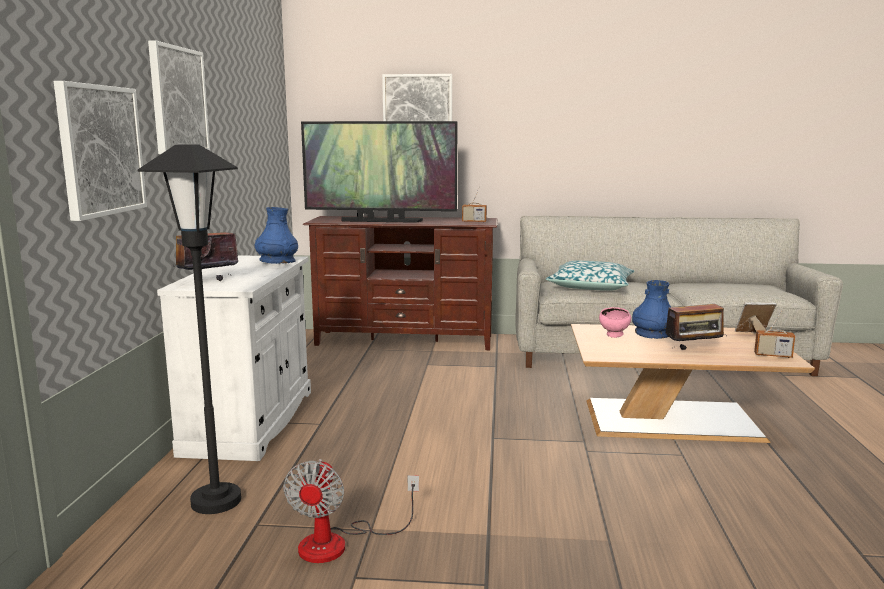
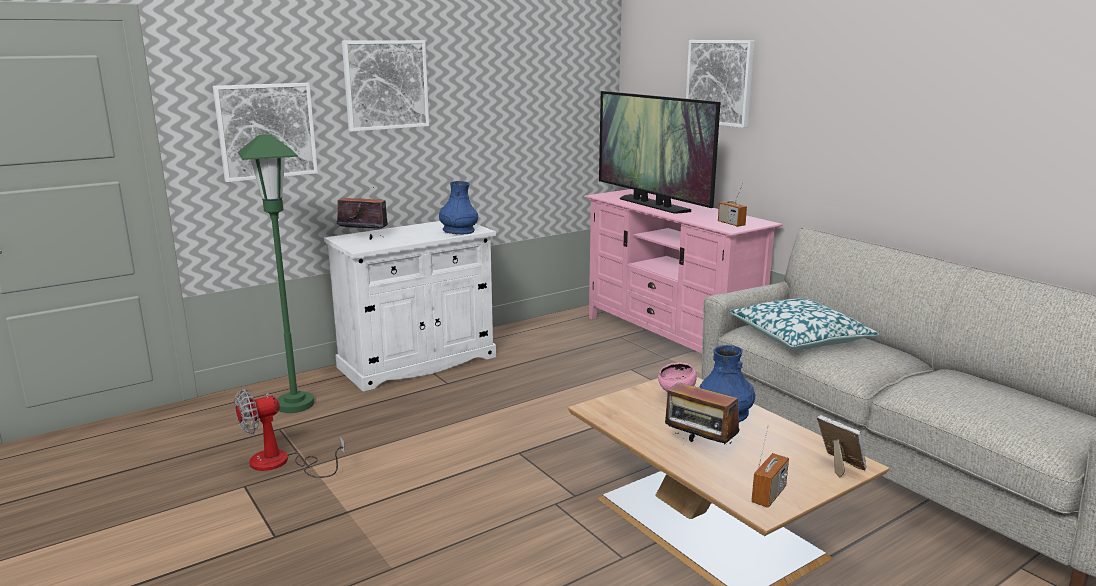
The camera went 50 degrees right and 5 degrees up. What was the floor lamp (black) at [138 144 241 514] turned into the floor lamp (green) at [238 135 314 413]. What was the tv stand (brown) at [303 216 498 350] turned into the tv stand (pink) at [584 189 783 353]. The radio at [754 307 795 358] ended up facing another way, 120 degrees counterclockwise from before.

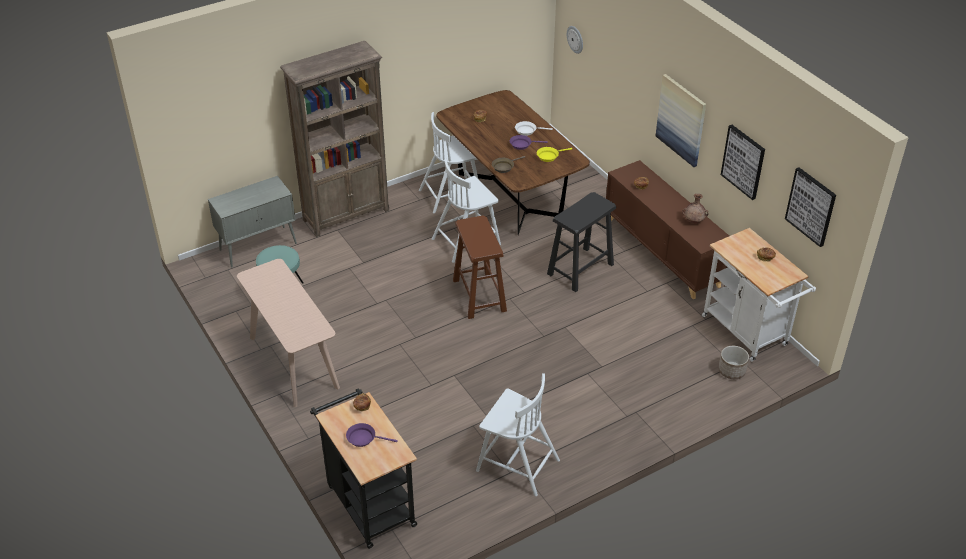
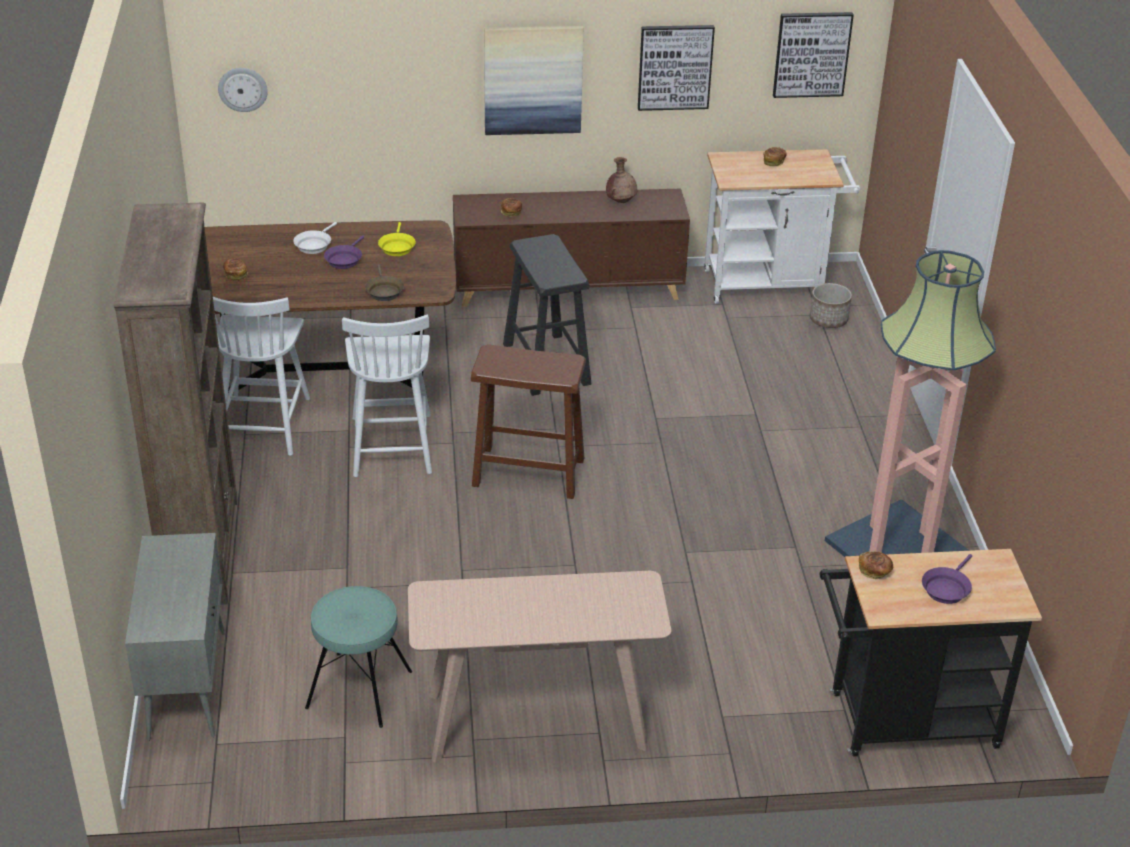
The camera went 65 degrees left and 5 degrees down. Where the chair (white) stood at [476 373 560 496], the floor lamp came to stand at [825 250 996 557].

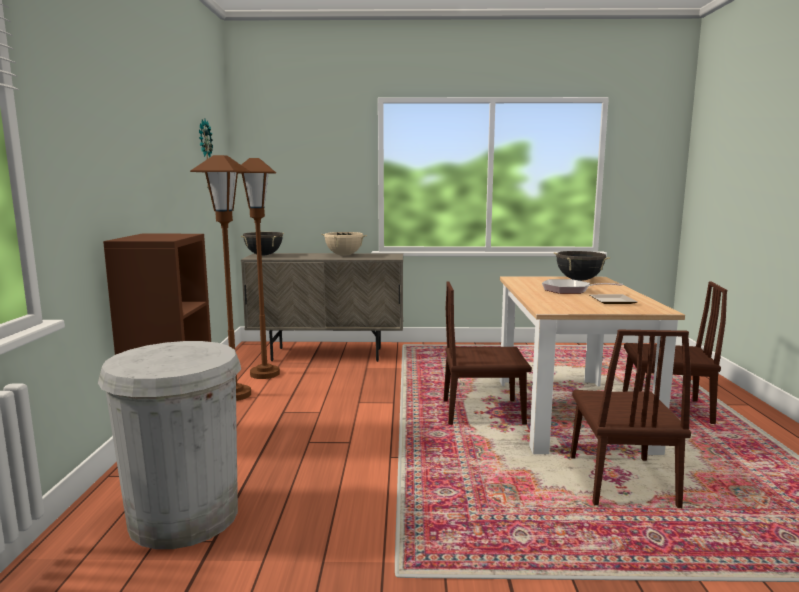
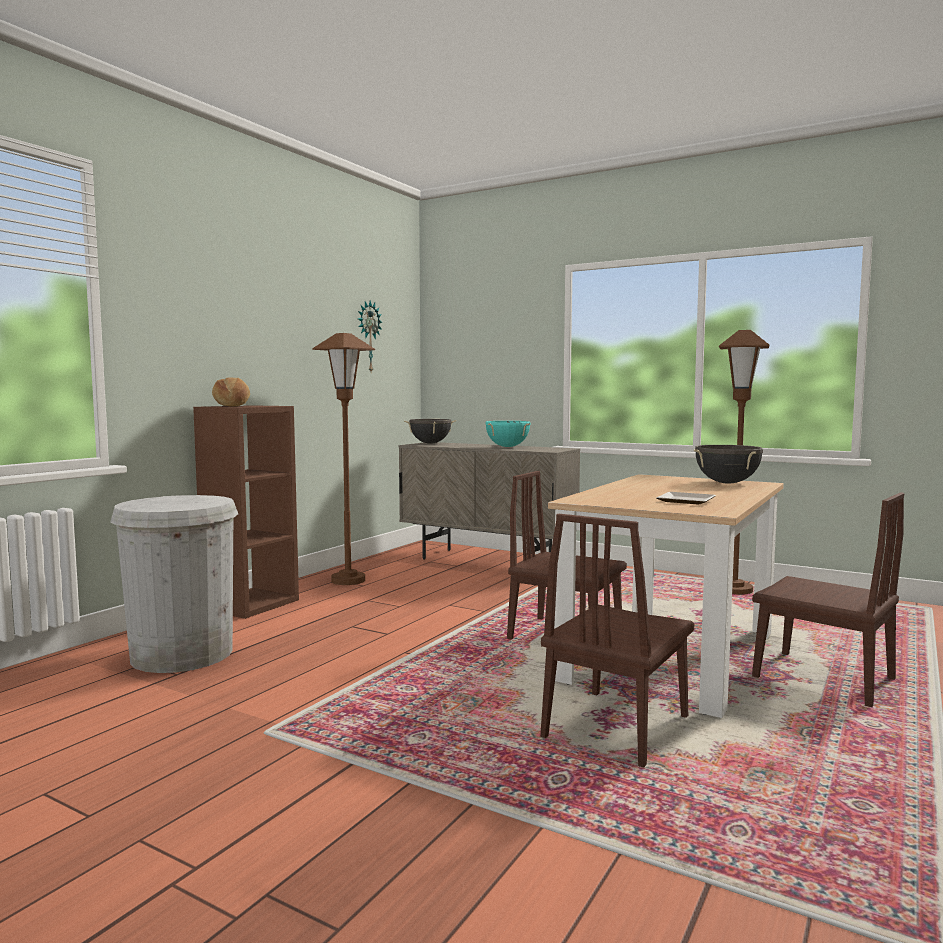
The camera went 30 degrees right and 5 degrees down. The floor lamp (brown) ended up elsewhere, having gone from [241 158 280 379] to [719 330 769 594]. What was the cooking pot (beige) at [321 232 367 256] turned into the cooking pot (turquoise) at [485 421 531 447]. The second view lost the frying pan at [542 279 623 294]. The second view gained the bread at [212 378 250 407].

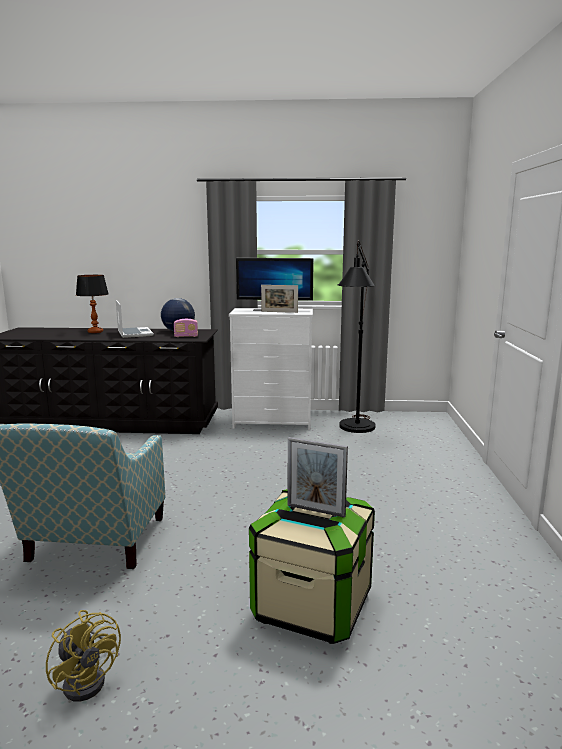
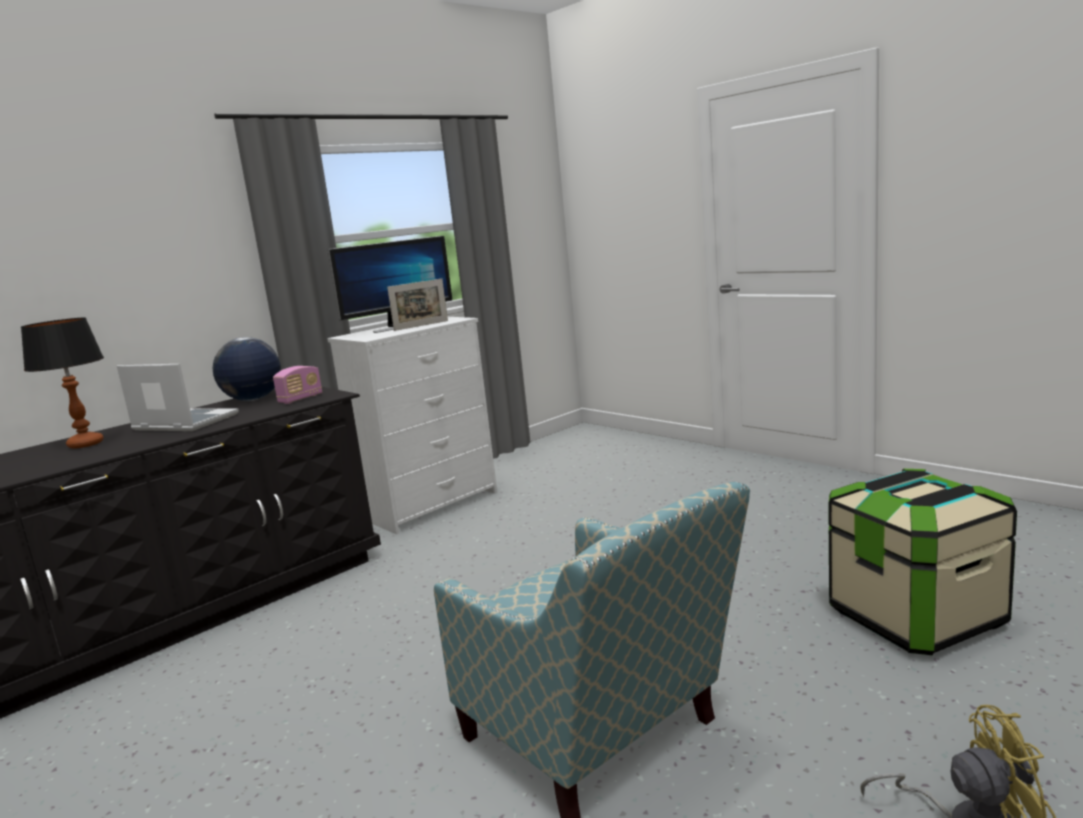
The camera went 45 degrees left and 0 degrees up. The second view lost the floor lamp (black) at [338 240 375 433]. The second view lost the picture frame at [287 437 348 518].

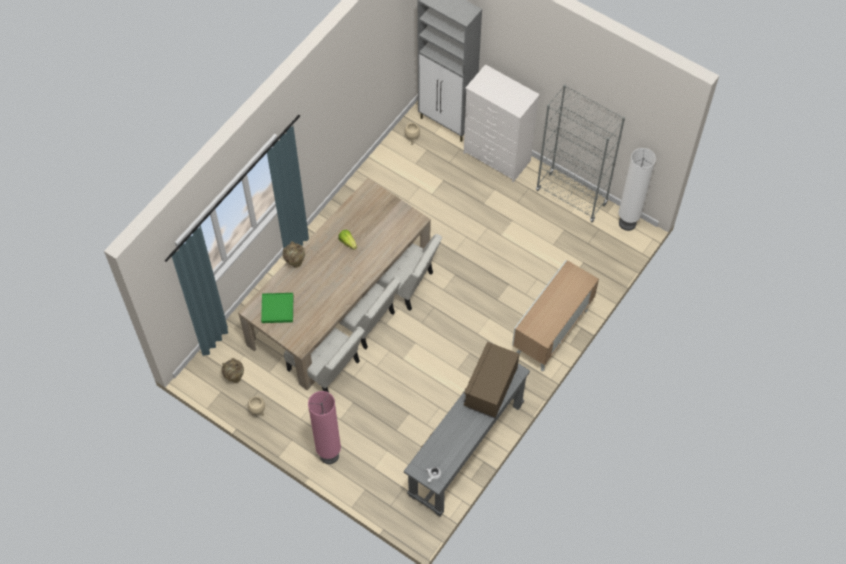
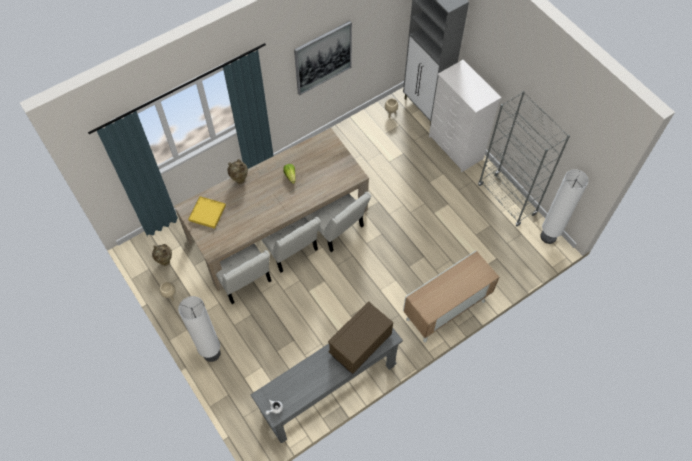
The camera went 20 degrees right and 0 degrees up. What was the tray (green) at [261 293 293 323] turned into the tray (yellow) at [188 196 226 229]. What was the floor lamp (pink) at [308 391 341 464] turned into the floor lamp (white) at [178 296 221 362]. The second view gained the picture at [294 21 352 95].

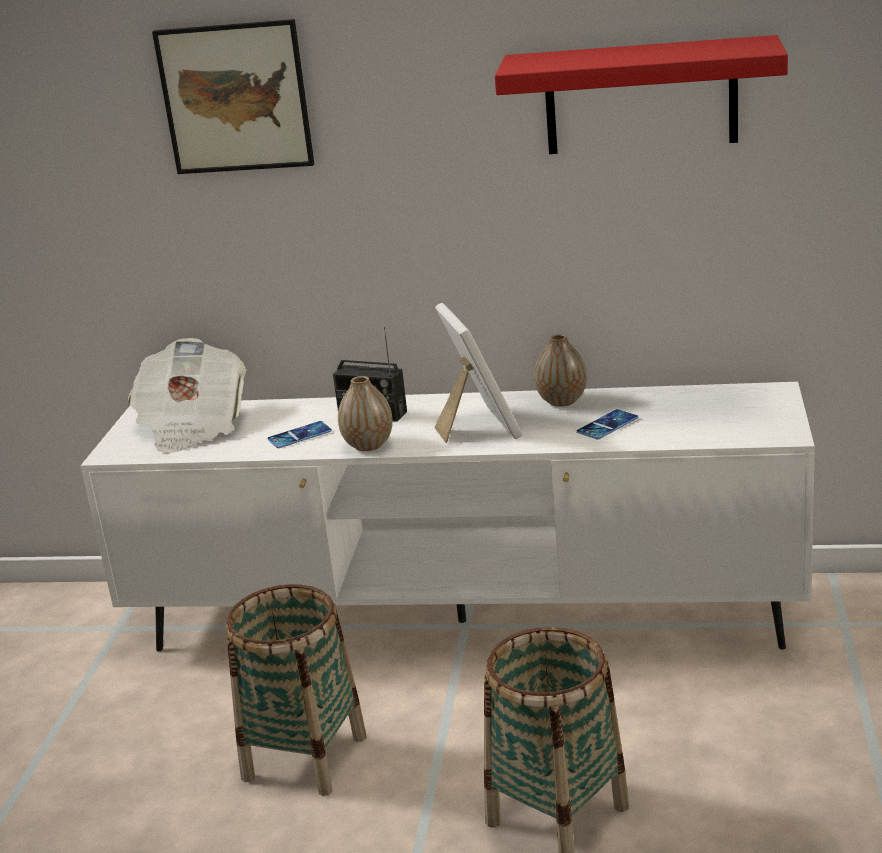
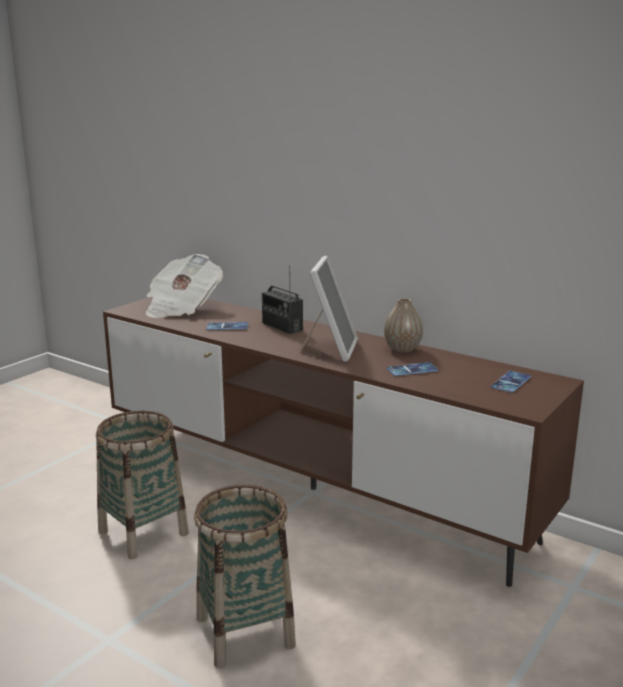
The camera went 25 degrees right and 5 degrees down. The second view lost the picture at [152 19 314 174]. The second view lost the shelf (red) at [495 35 788 154]. The second view lost the vase at [338 376 393 451]. What was the tv stand (white) at [81 382 815 651] turned into the tv stand (brown) at [103 297 584 587]. The second view gained the phone at [491 371 531 393].

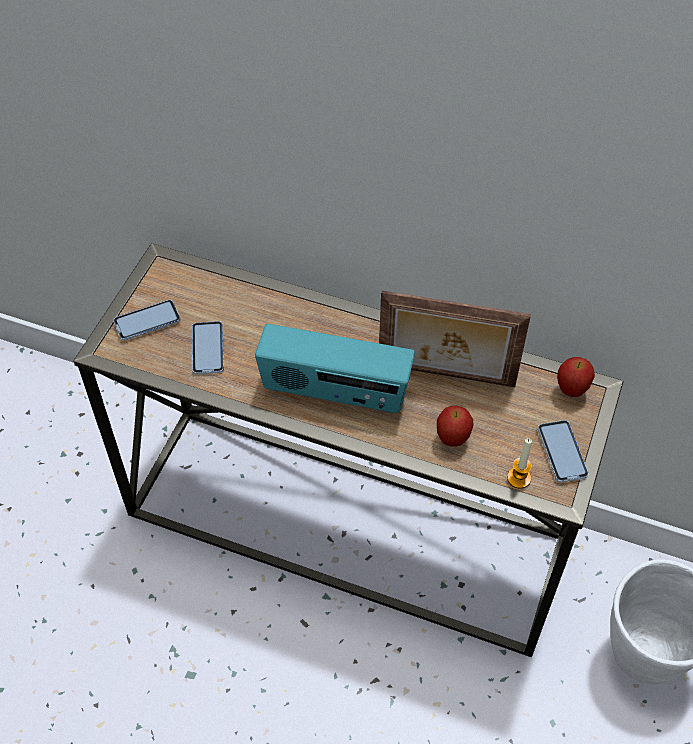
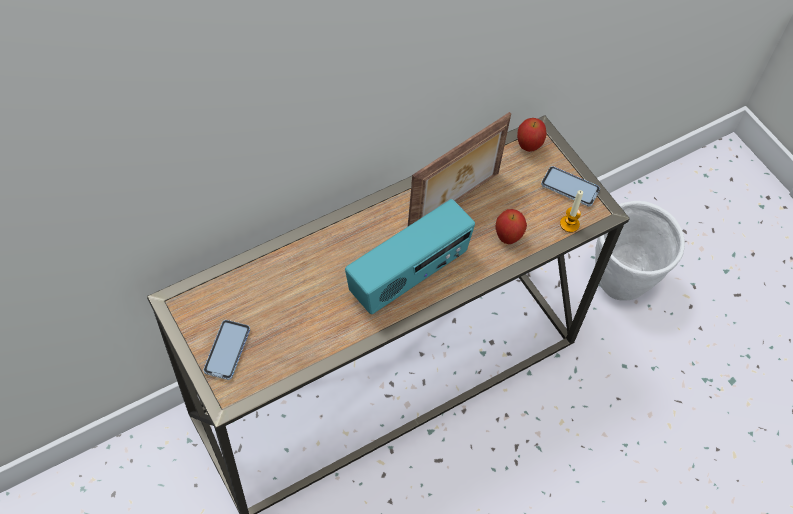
The camera went 55 degrees left and 5 degrees up. The second view lost the phone at [192 321 224 375].

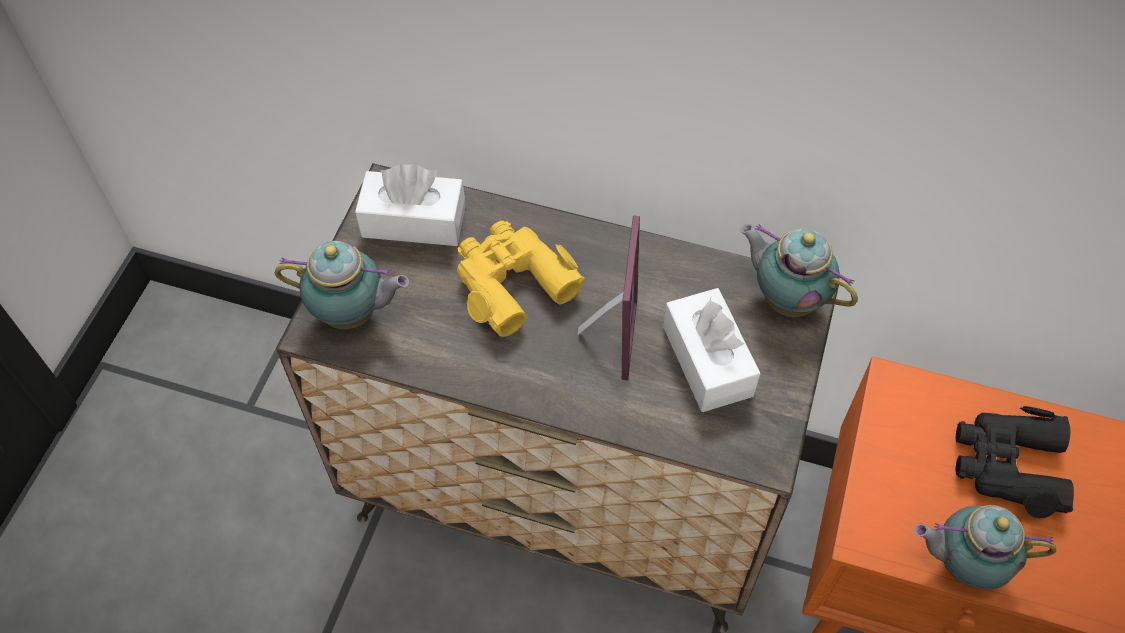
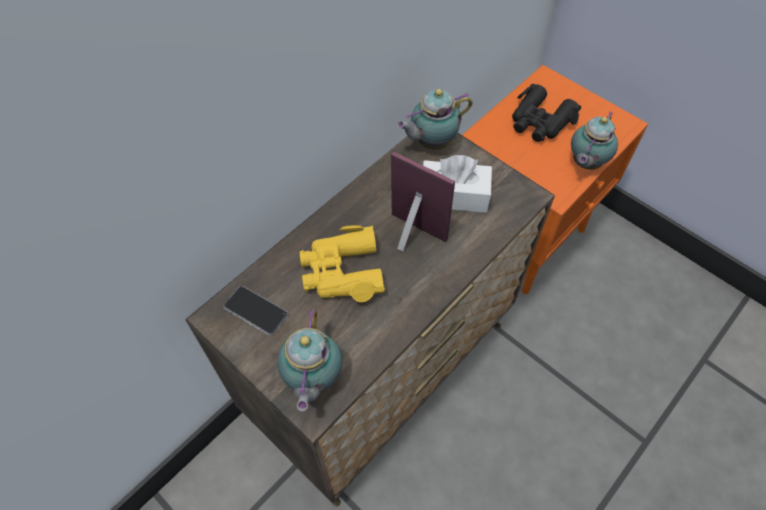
The camera went 65 degrees left and 0 degrees up. Where the tissue box (white) stood at [355 164 466 246], the phone came to stand at [224 286 288 336]. The teapot at [275 241 409 329] ended up facing another way, 150 degrees clockwise from before.

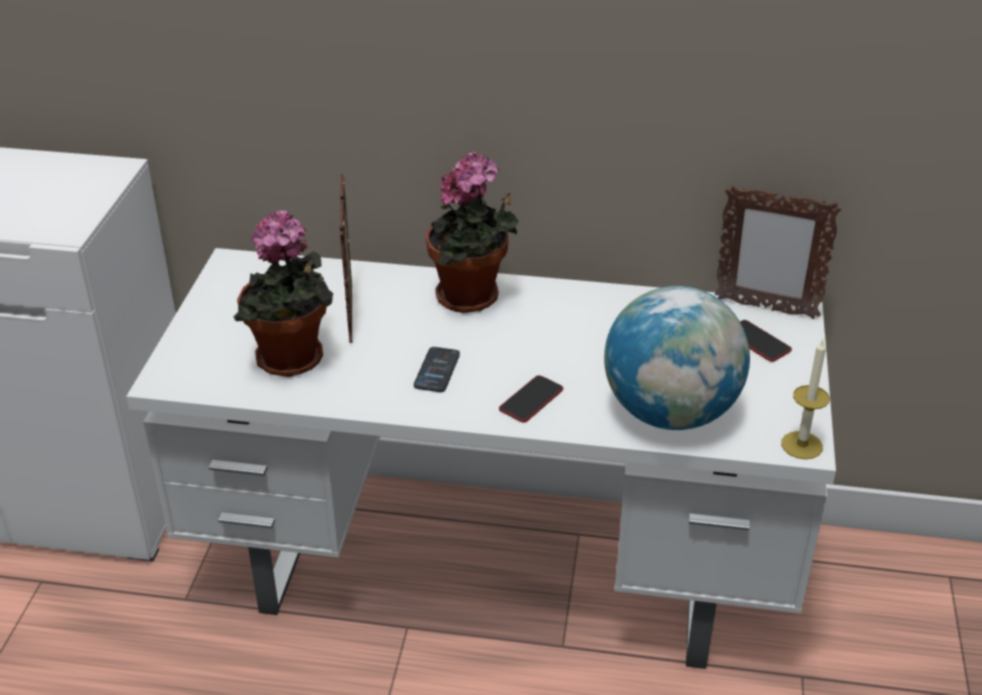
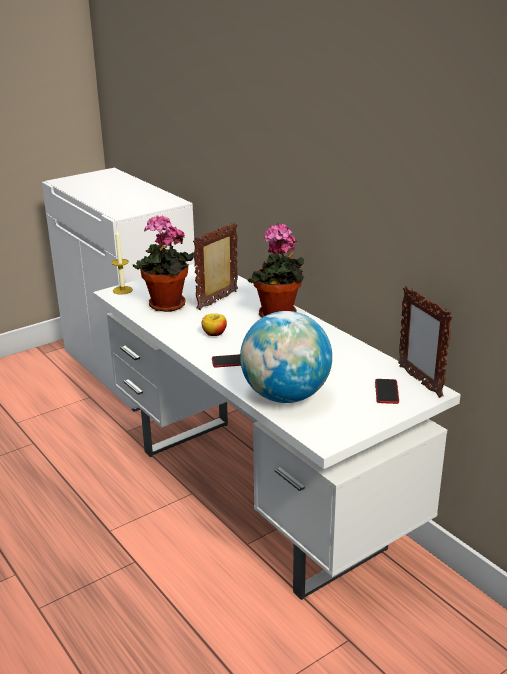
The camera went 45 degrees right and 10 degrees down. The candle ended up elsewhere, having gone from [781 340 830 459] to [112 230 133 295]. Where the phone stood at [414 347 460 392], the apple came to stand at [202 314 227 336].

